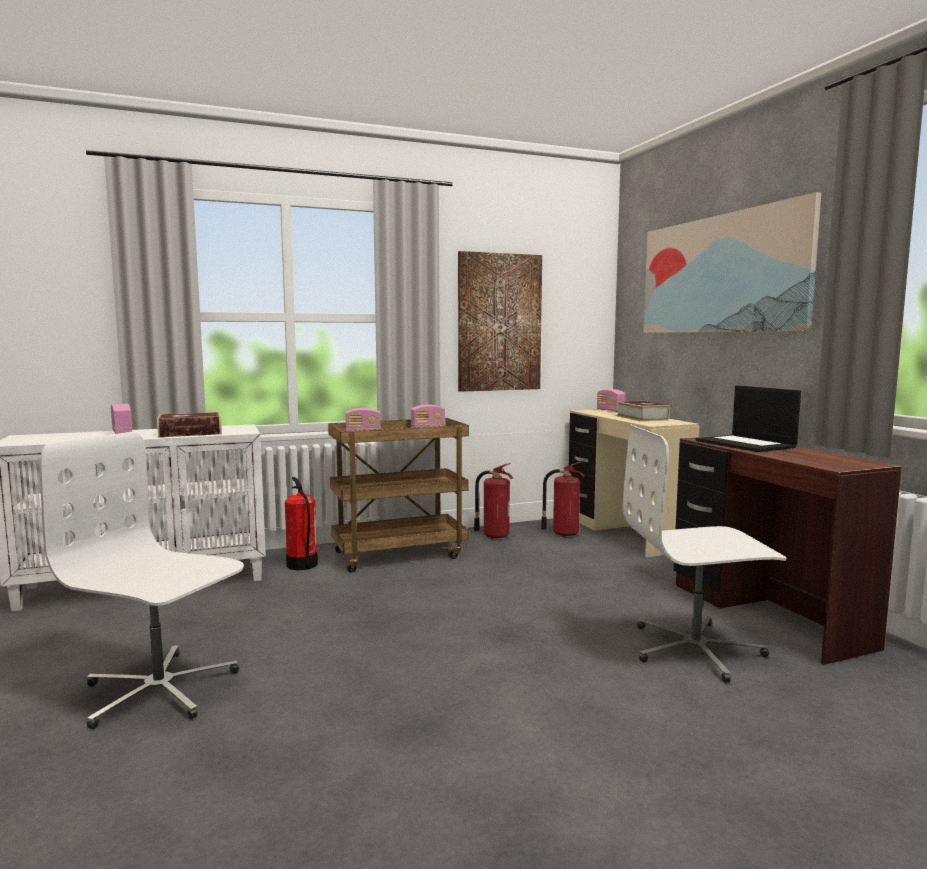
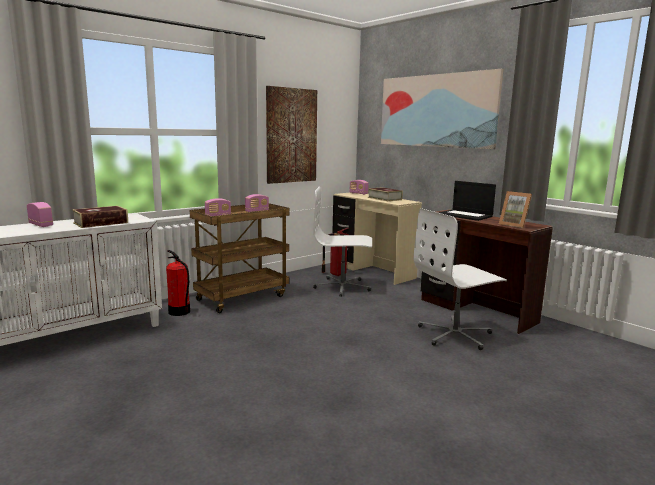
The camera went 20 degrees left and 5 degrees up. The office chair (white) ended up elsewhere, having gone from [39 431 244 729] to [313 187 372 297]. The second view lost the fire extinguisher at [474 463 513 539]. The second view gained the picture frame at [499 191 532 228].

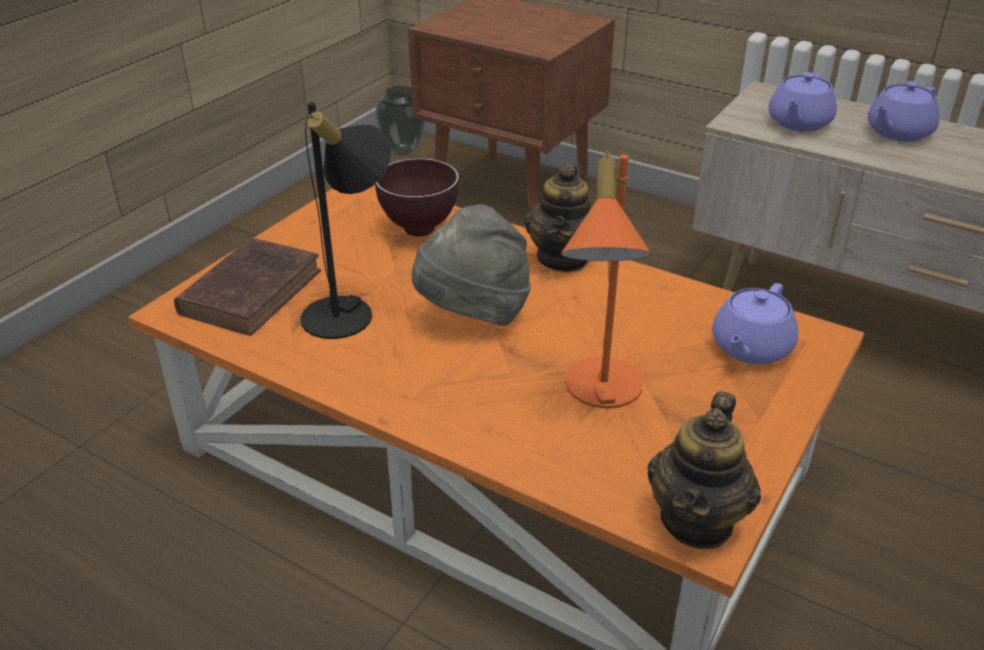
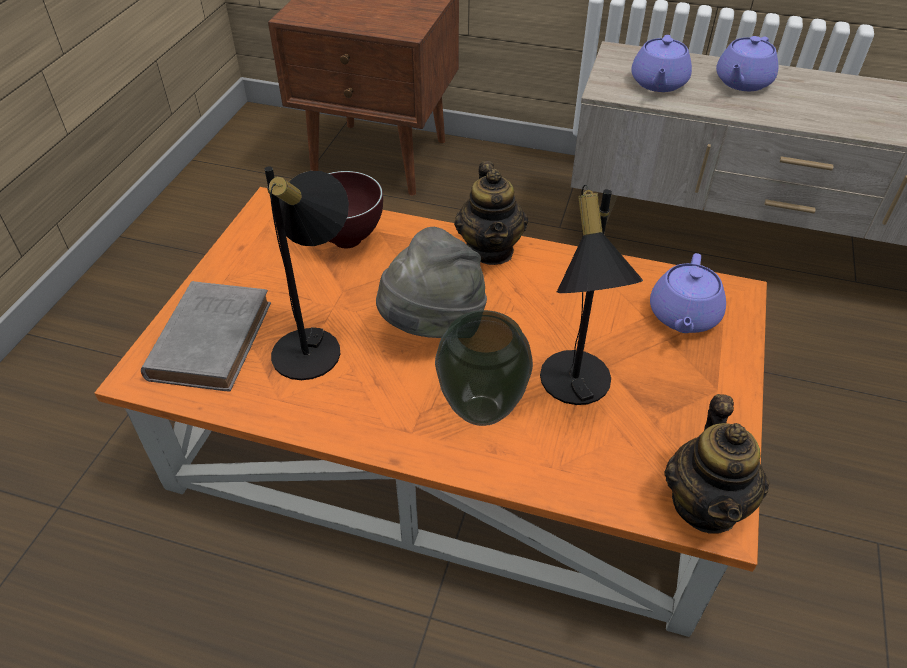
The camera went 15 degrees left and 10 degrees up. The vase ended up elsewhere, having gone from [375 86 426 156] to [435 310 533 426]. What was the table lamp (orange) at [561 150 651 409] turned into the table lamp (black) at [540 185 643 405]. What was the book (brown) at [174 237 321 336] turned into the book (grey) at [141 281 271 391].

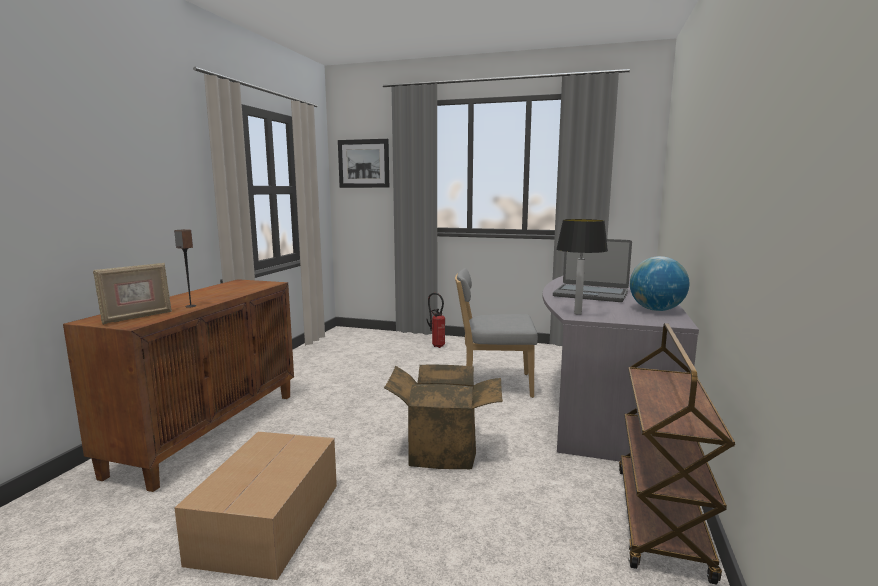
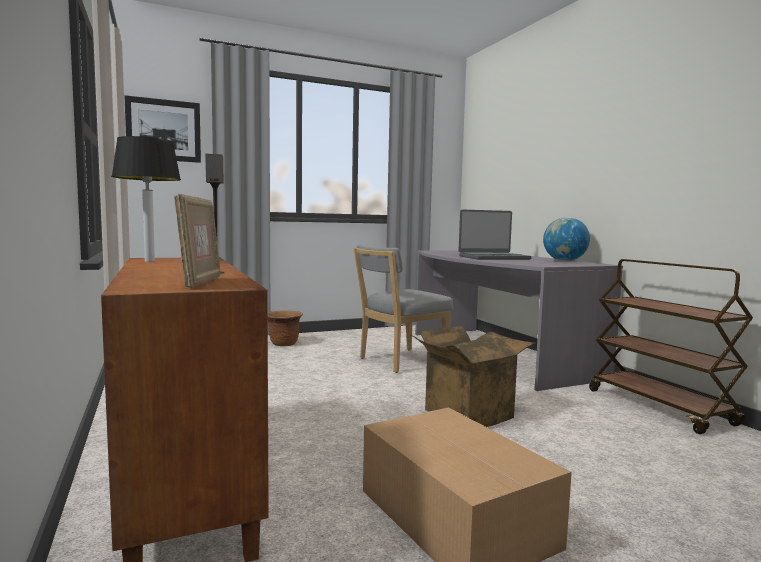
The camera went 40 degrees left and 5 degrees down. The table lamp ended up elsewhere, having gone from [556 219 608 315] to [111 136 181 262]. Where the fire extinguisher stood at [427 293 445 348], the planter (brown) came to stand at [268 310 303 346].

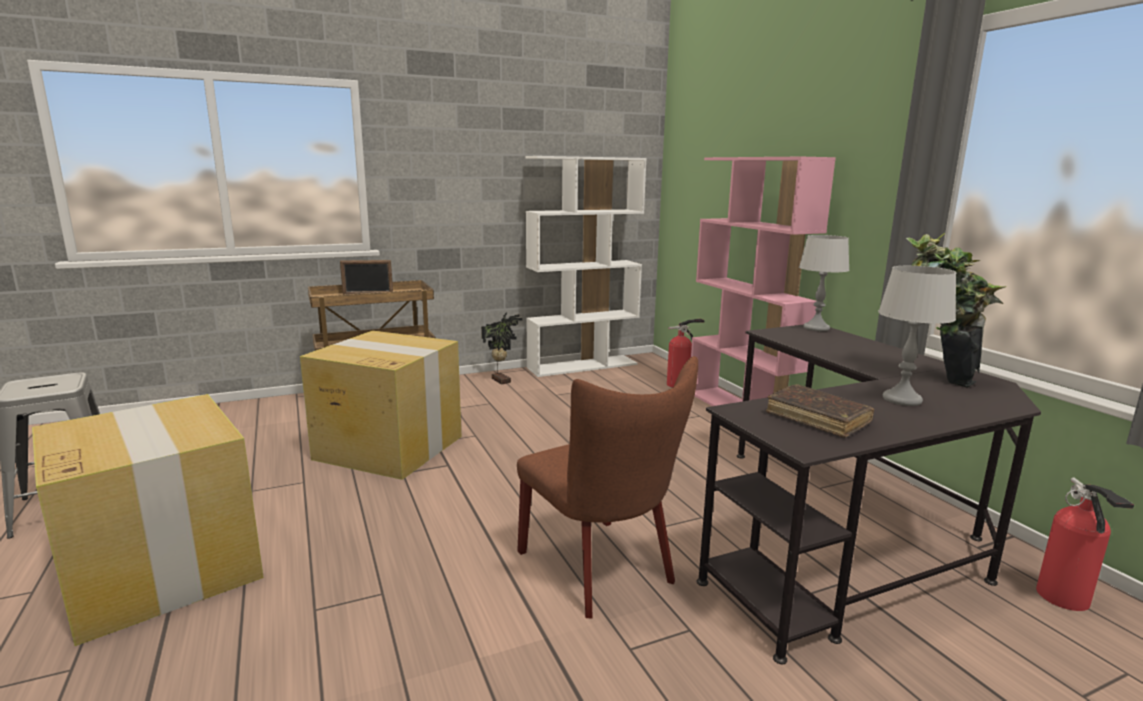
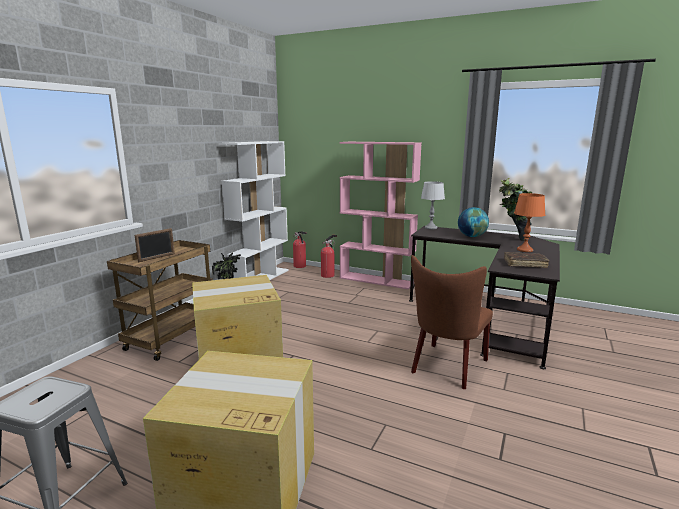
The camera went 40 degrees left and 0 degrees up. What was the table lamp (grey) at [878 266 956 406] turned into the table lamp (orange) at [514 193 545 252]. The chair (brown) at [517 356 698 619] ended up facing another way, 105 degrees clockwise from before. The fire extinguisher ended up elsewhere, having gone from [1036 478 1134 611] to [293 231 307 268]. The second view gained the globe at [458 207 489 237].

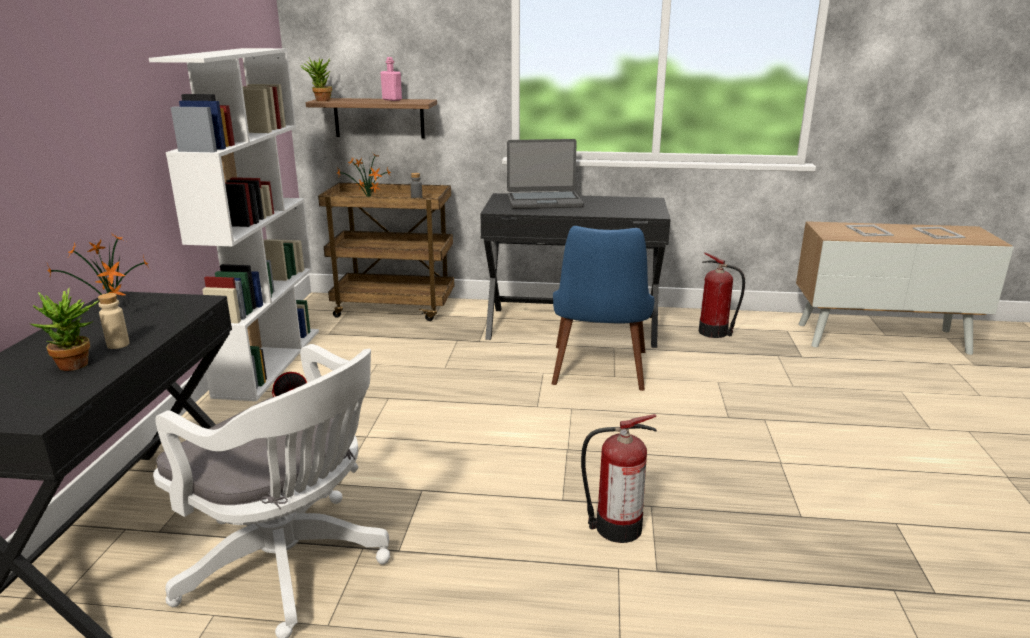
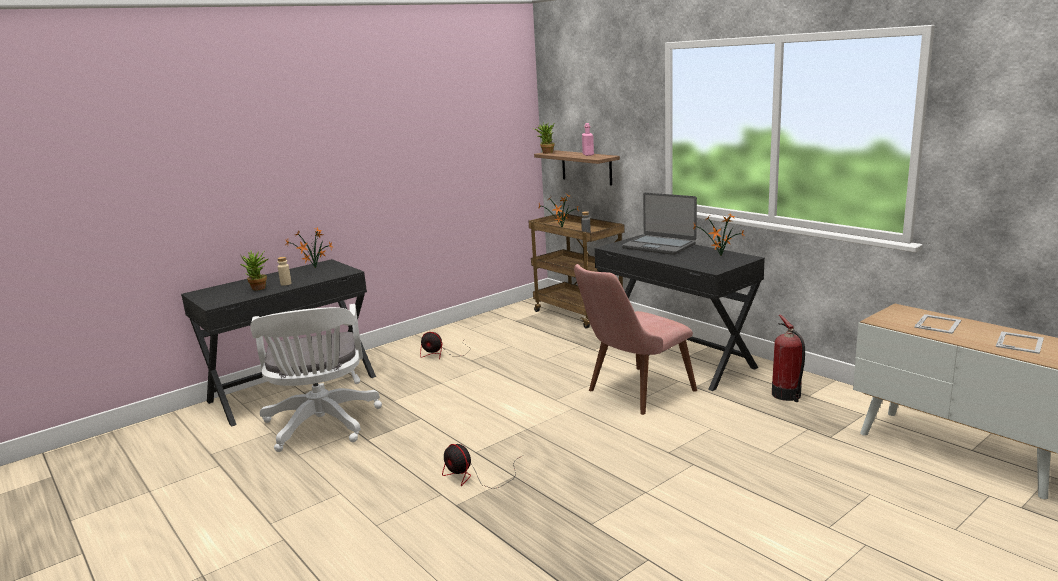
The camera went 45 degrees right and 5 degrees down. The second view lost the bookcase (white) at [149 48 319 401]. What was the chair (blue) at [552 226 654 391] turned into the chair (pink) at [574 264 697 415]. Where the fire extinguisher stood at [581 414 657 543], the fan came to stand at [442 444 522 489]. The second view gained the potted plant at [693 214 744 256].

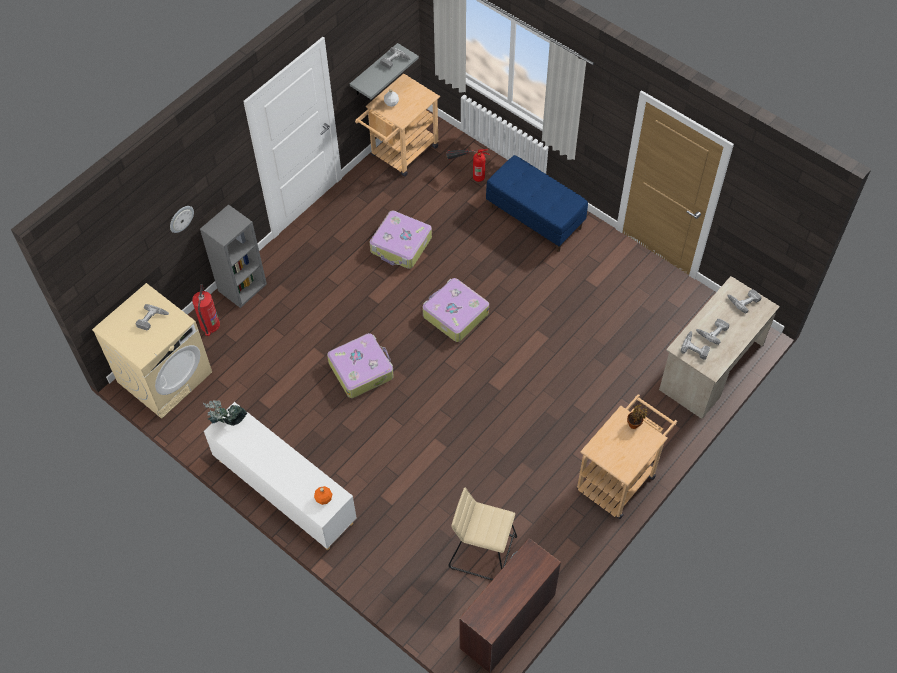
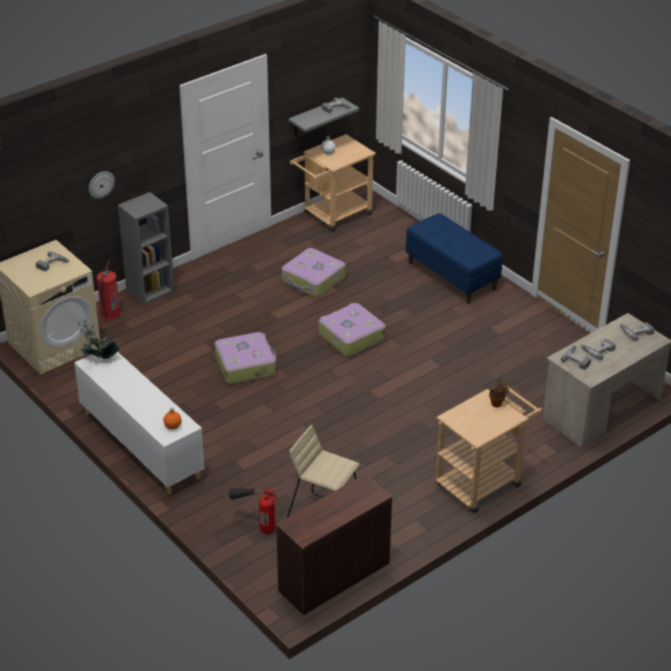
The camera went 10 degrees right and 20 degrees down. The fire extinguisher ended up elsewhere, having gone from [446 149 490 182] to [228 488 279 534].

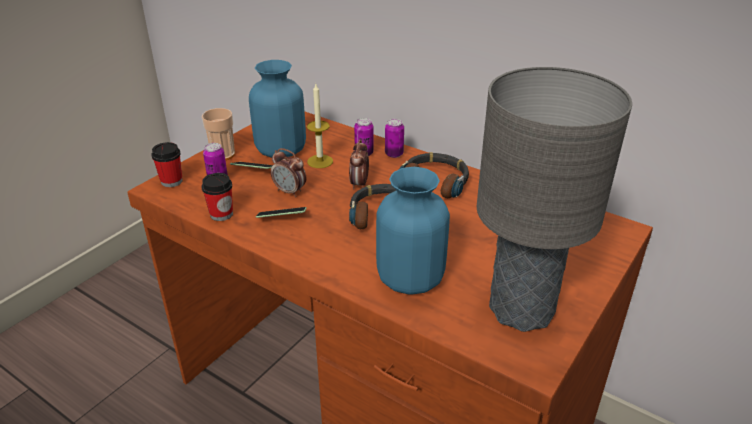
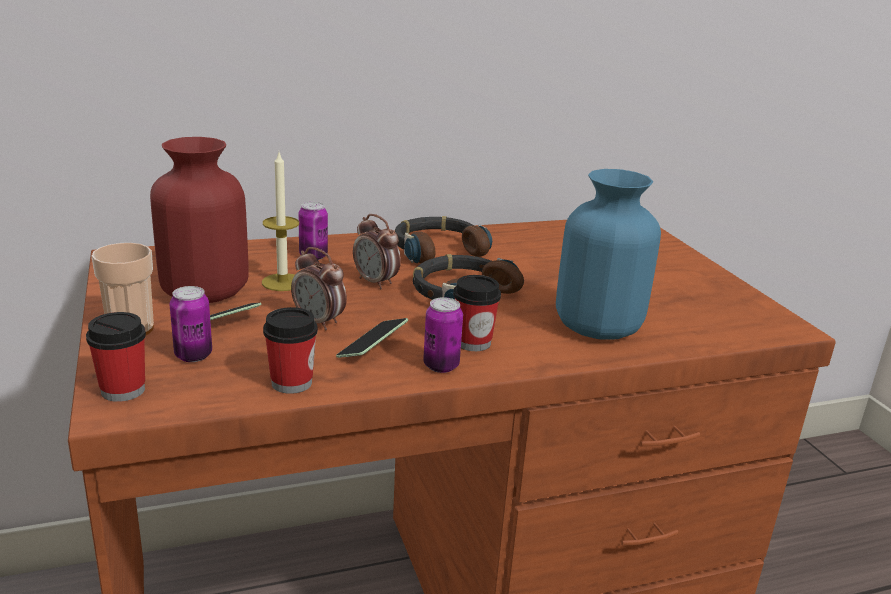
The camera went 55 degrees left and 10 degrees down. What was the vase (blue) at [249 60 306 158] turned into the vase (red) at [150 137 249 303]. The second view lost the table lamp (grey) at [477 67 632 332]. The can ended up elsewhere, having gone from [385 119 404 158] to [423 297 463 373]. The alarm clock at [271 148 306 197] ended up facing another way, 60 degrees clockwise from before. The second view gained the cup at [453 275 501 351].

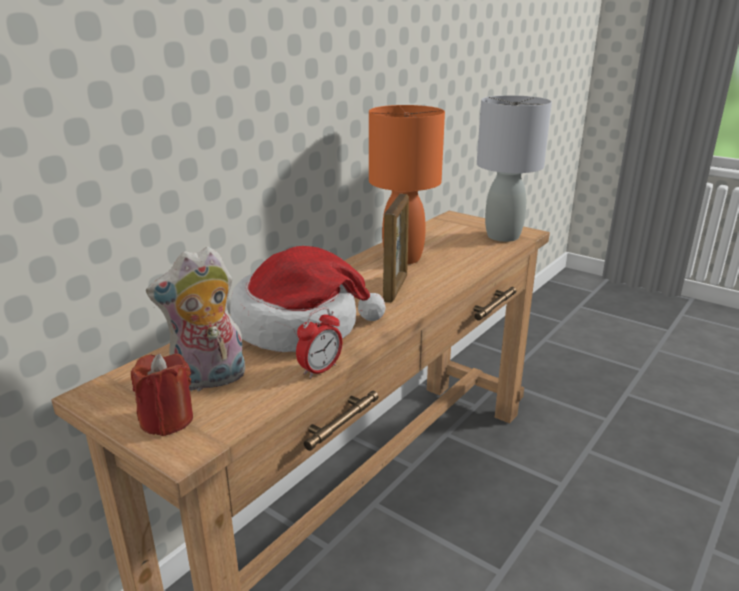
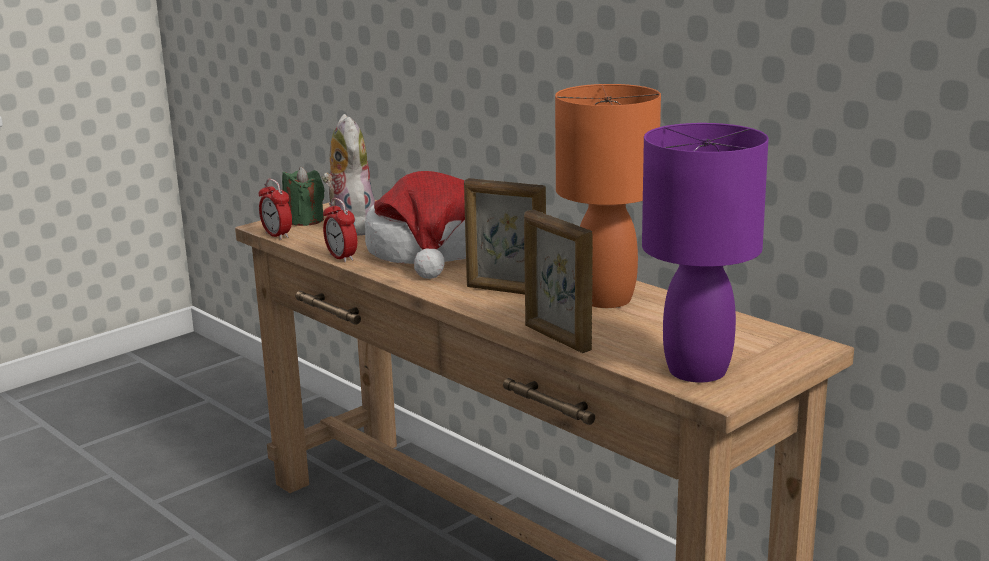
The camera went 100 degrees right and 5 degrees down. What was the table lamp (grey) at [477 95 552 242] turned into the table lamp (purple) at [642 123 769 383]. What was the candle (red) at [131 353 193 436] turned into the candle (green) at [282 167 325 226]. The second view gained the alarm clock at [259 179 292 240]. The second view gained the picture frame at [524 210 593 353].

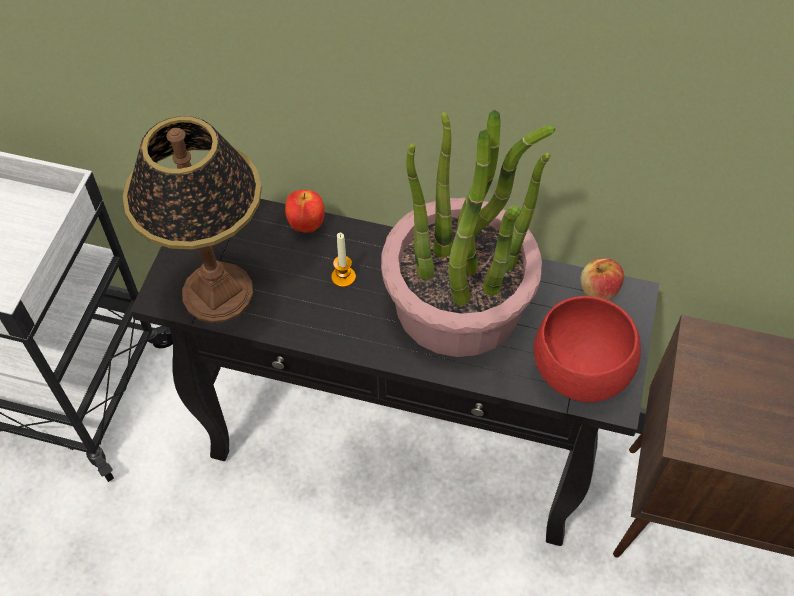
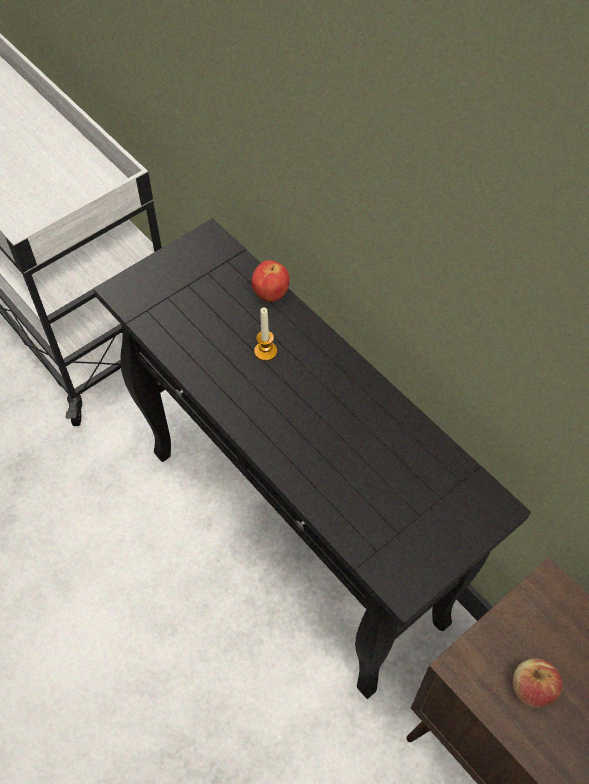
The camera went 35 degrees right and 0 degrees up. The second view lost the potted plant at [381 109 555 357]. The second view lost the table lamp at [123 116 262 323]. The apple ended up elsewhere, having gone from [580 258 624 300] to [513 658 563 708]. The second view lost the bowl (red) at [534 296 641 402].

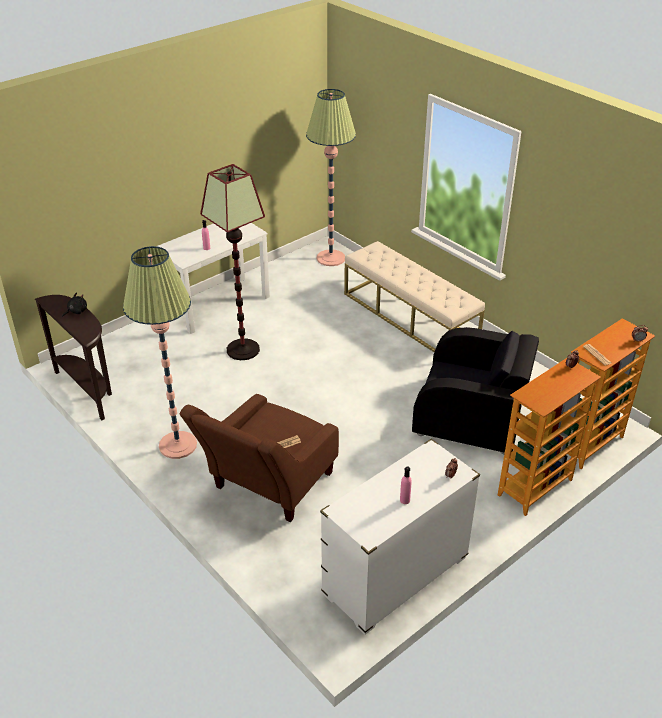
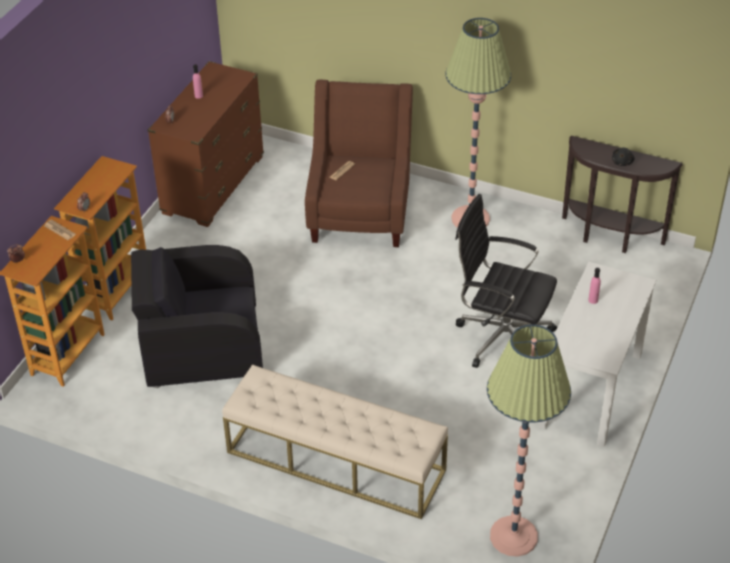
The camera went 155 degrees right and 5 degrees up. Where the floor lamp stood at [200 164 265 360], the office chair (black) came to stand at [455 194 557 368]. What was the dresser (white) at [320 439 480 635] turned into the dresser (brown) at [148 61 264 227].

